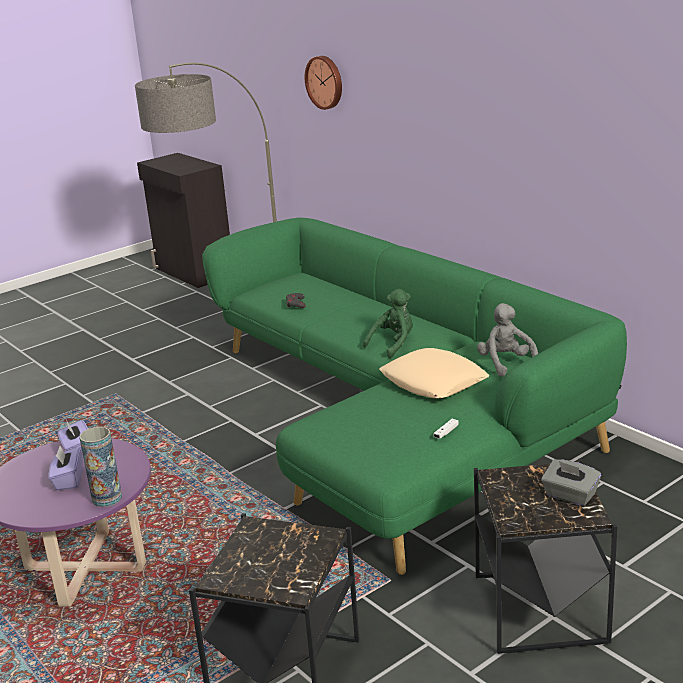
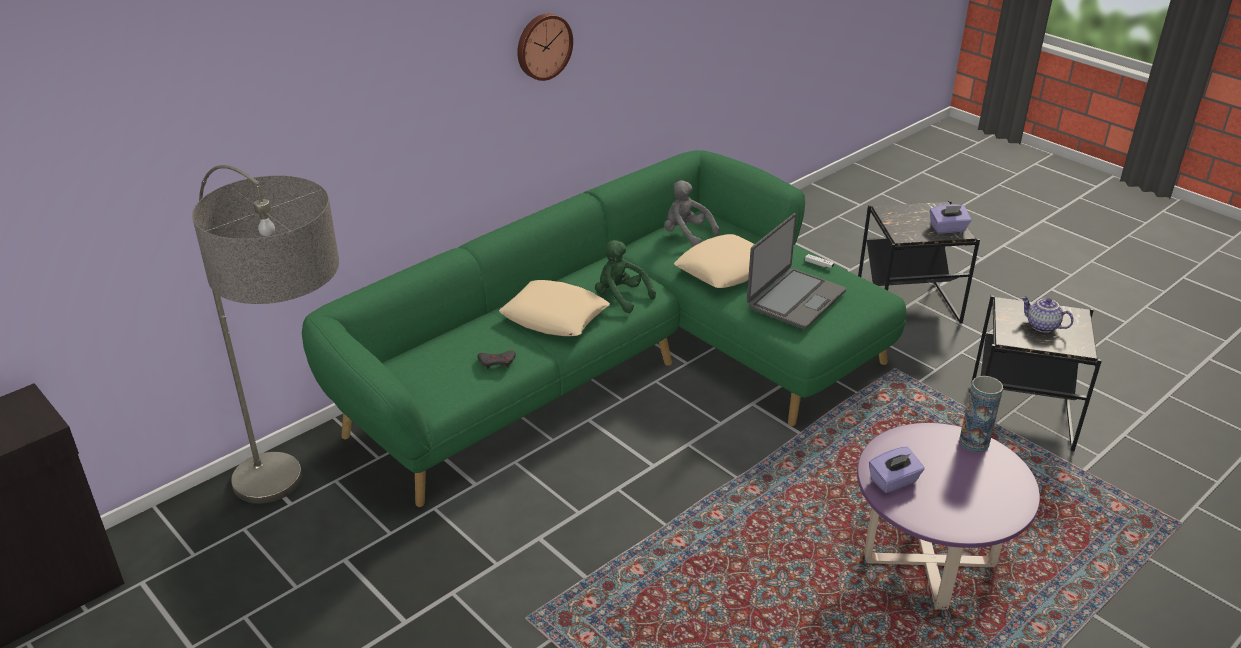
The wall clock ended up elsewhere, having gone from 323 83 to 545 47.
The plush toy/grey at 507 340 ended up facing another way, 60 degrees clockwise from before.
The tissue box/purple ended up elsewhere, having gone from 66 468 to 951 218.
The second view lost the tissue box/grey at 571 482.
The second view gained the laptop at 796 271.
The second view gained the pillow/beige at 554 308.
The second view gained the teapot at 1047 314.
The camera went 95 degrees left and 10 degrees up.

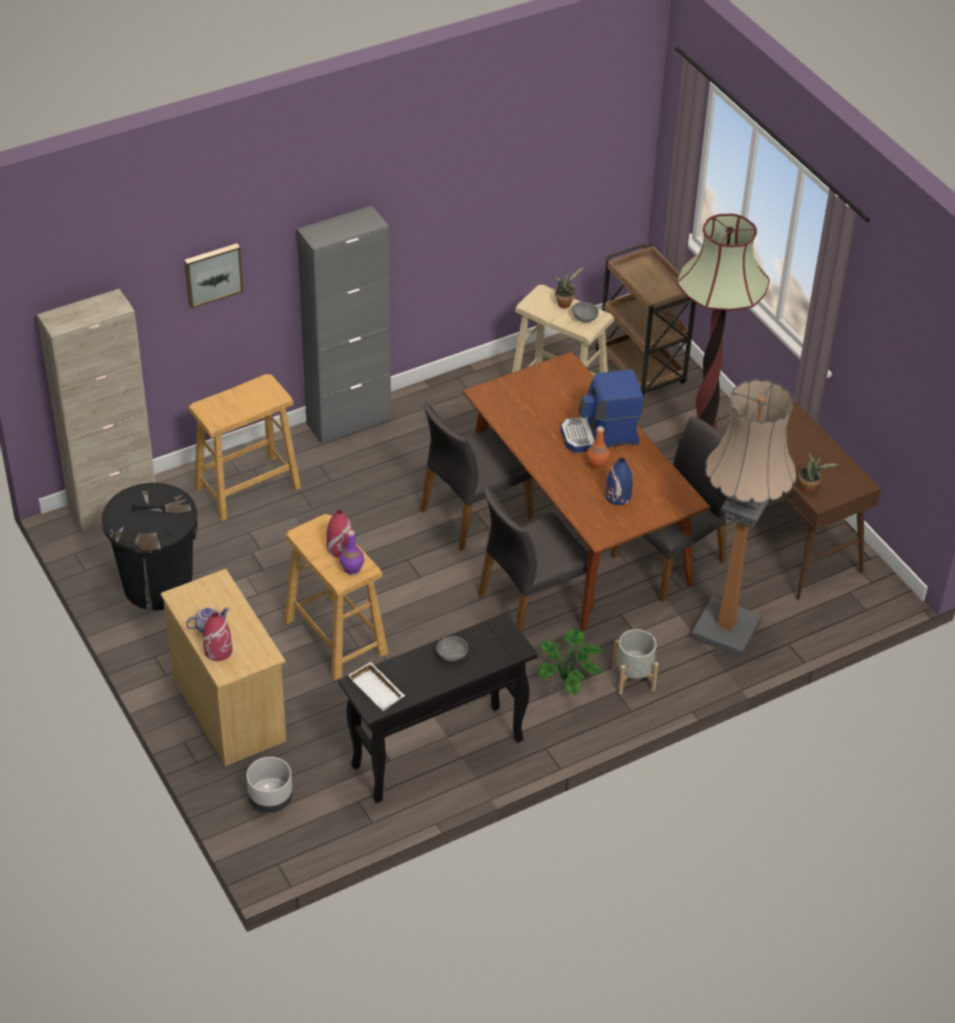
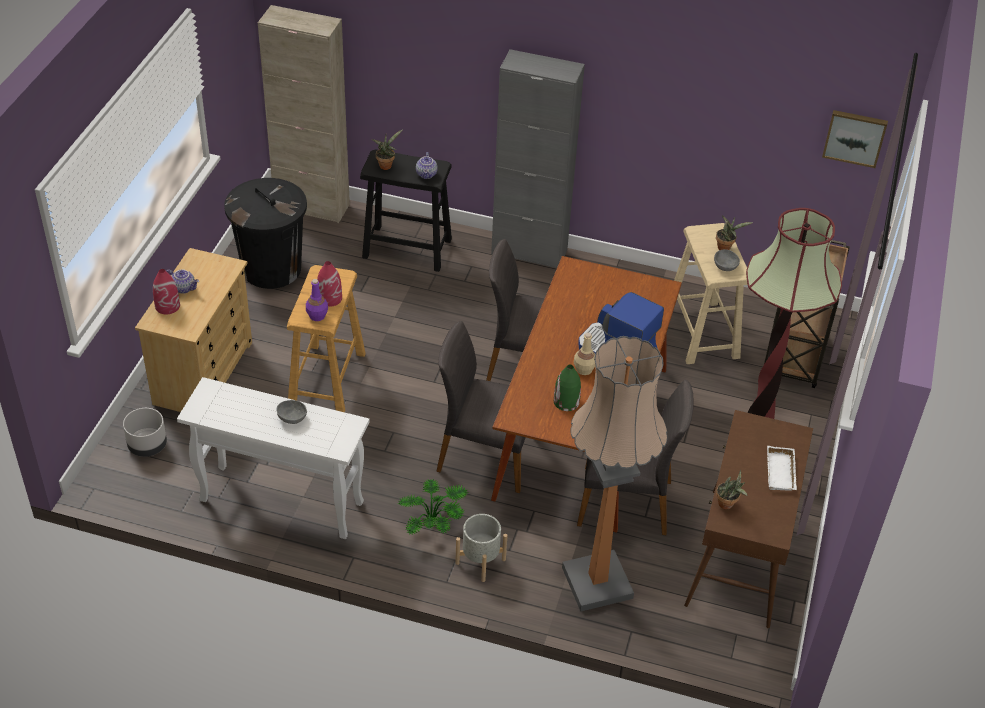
The picture ended up elsewhere, having gone from 213 276 to 855 139.
What was the stool/beige at 244 447 turned into the stool/black at 406 210.
What was the bottle/orange at 598 448 turned into the bottle/beige at 584 354.
What was the vase/blue at 619 481 turned into the vase/green at 567 388.
What was the console table/black at 438 708 turned into the console table/white at 273 458.
The tray/white ended up elsewhere, having gone from 376 687 to 782 468.
The second view gained the potted plant at 387 150.
The second view gained the teapot at 426 165.
The camera went 45 degrees right and 0 degrees up.

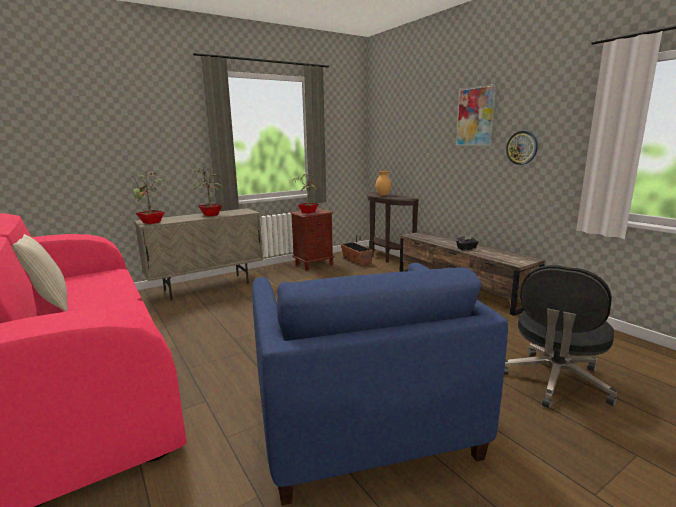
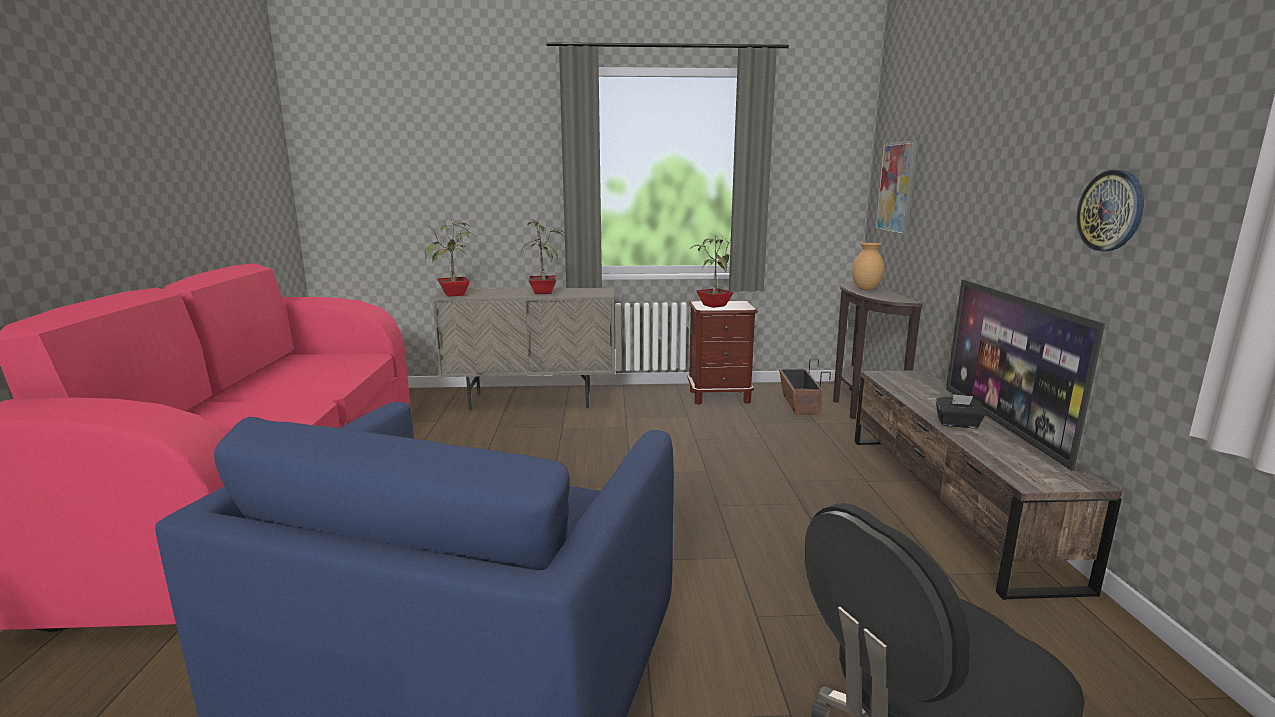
The picture ended up elsewhere, having gone from 477 115 to 896 188.
The second view lost the pillow/beige at 40 272.
The second view gained the television at 1025 375.
The camera went 30 degrees right and 0 degrees up.

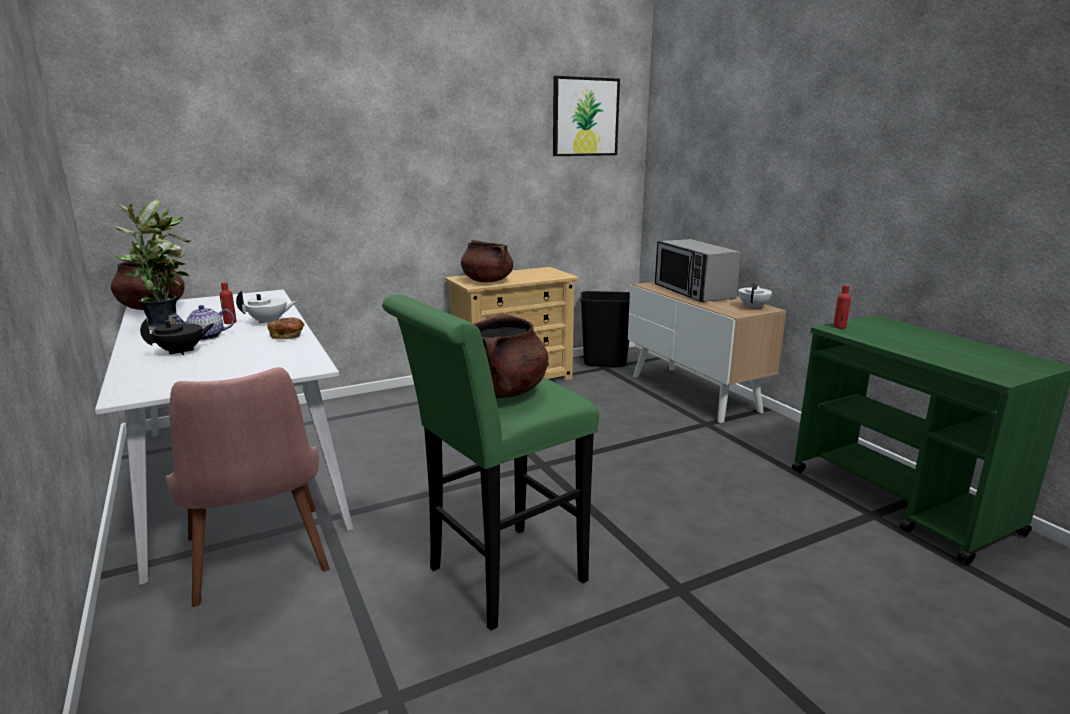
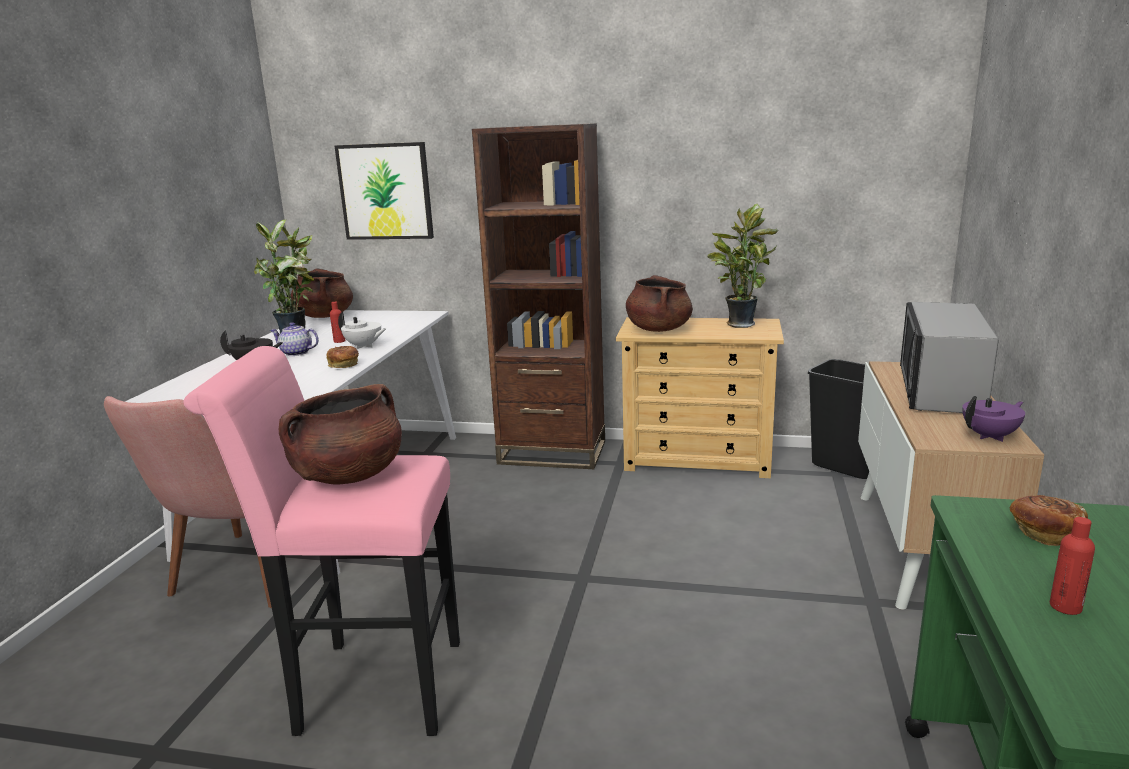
The picture ended up elsewhere, having gone from 586 116 to 384 191.
What was the teapot/white at 755 296 turned into the teapot/purple at 993 419.
The bottle/red ended up elsewhere, having gone from 842 307 to 1072 566.
What was the stool/green at 490 462 turned into the stool/pink at 321 541.
The second view gained the bookcase/brown at 538 296.
The second view gained the potted plant at 742 266.
The second view gained the bread at 1048 520.
The camera went 40 degrees right and 0 degrees up.

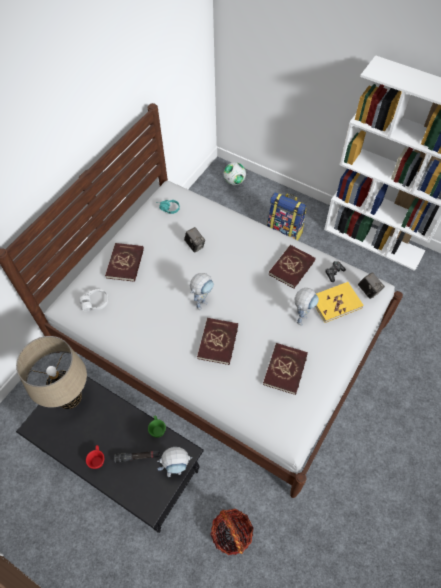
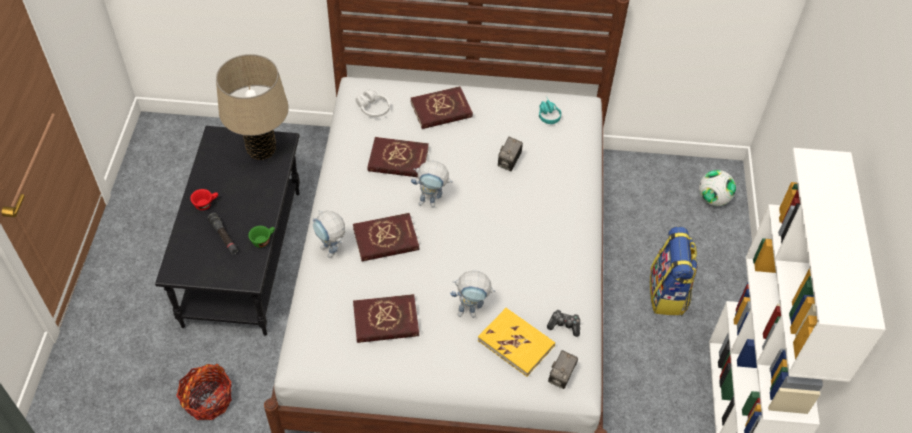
The book/red ended up elsewhere, having gone from 292 267 to 398 157.
The toy robot ended up elsewhere, having gone from 174 462 to 329 234.
The camera went 60 degrees right and 5 degrees down.

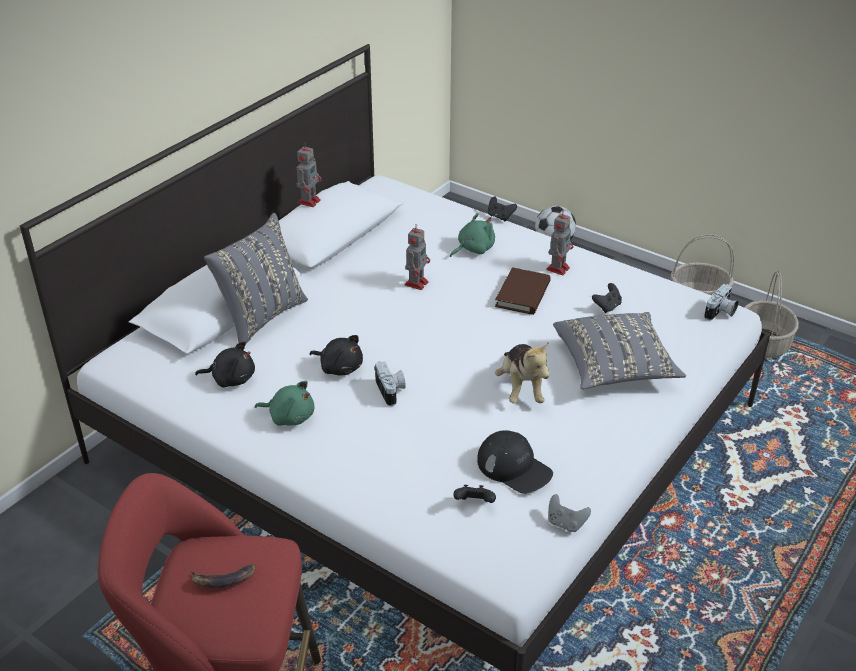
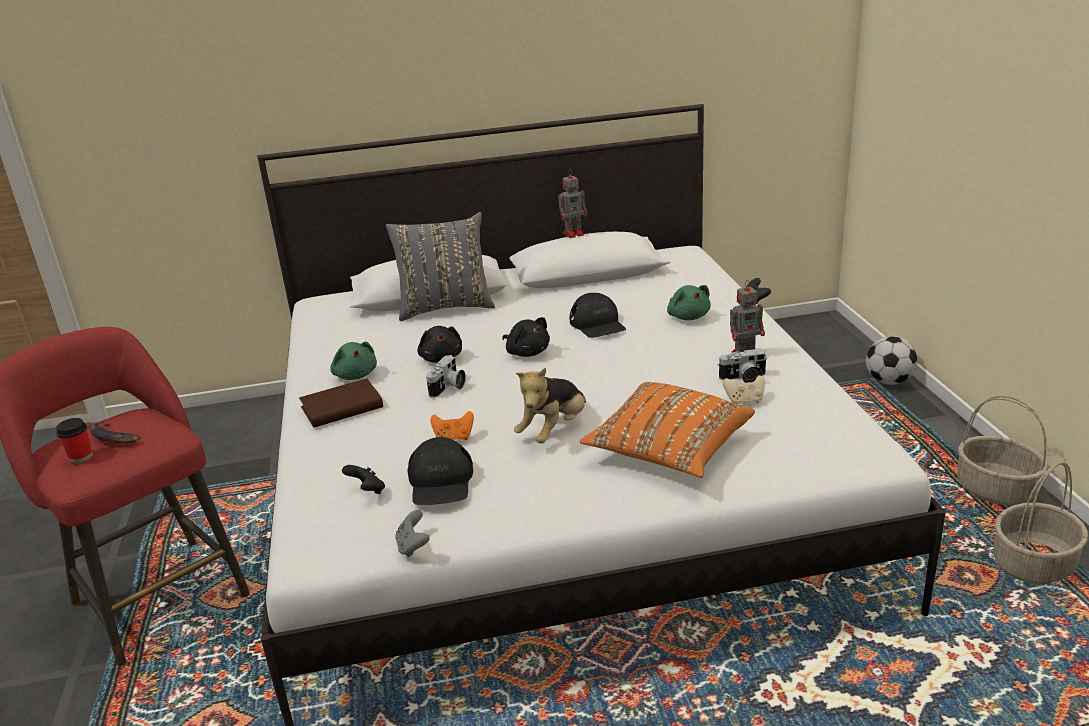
The plush toy/green at 472 235 ended up facing another way, 60 degrees clockwise from before.
Where the toy robot stood at 417 257, the cap/black came to stand at 598 315.
The book/brown ended up elsewhere, having gone from 523 291 to 341 403.
What was the game controller/black at 607 298 turned into the game controller/beige at 744 389.
The photo camera ended up elsewhere, having gone from 721 302 to 742 365.
What was the pillow/grey at 619 350 turned into the pillow/orange at 667 430.
The plush toy/black ended up elsewhere, having gone from 225 365 to 526 337.
The second view gained the game controller/orange at 452 425.
The second view gained the cup at 74 440.
The camera went 45 degrees right and 10 degrees down.

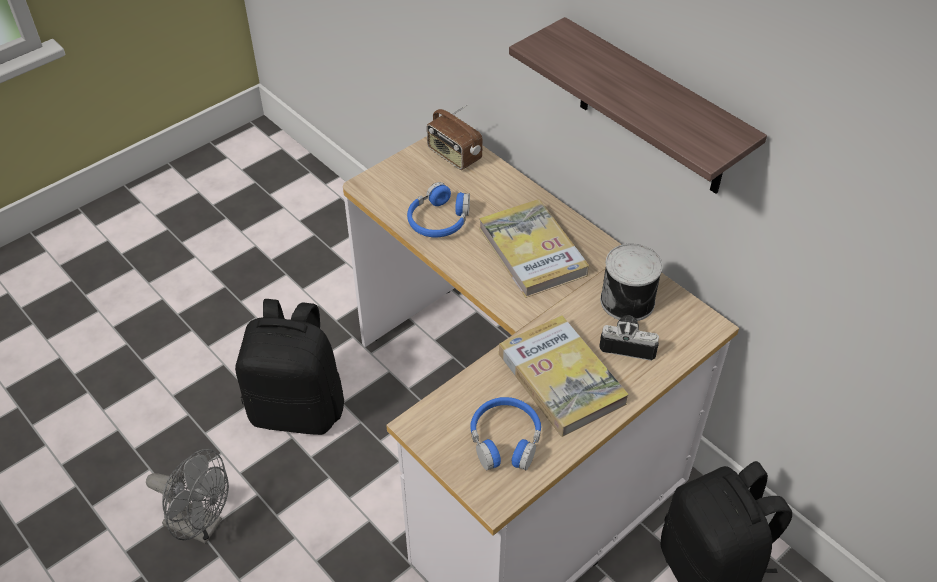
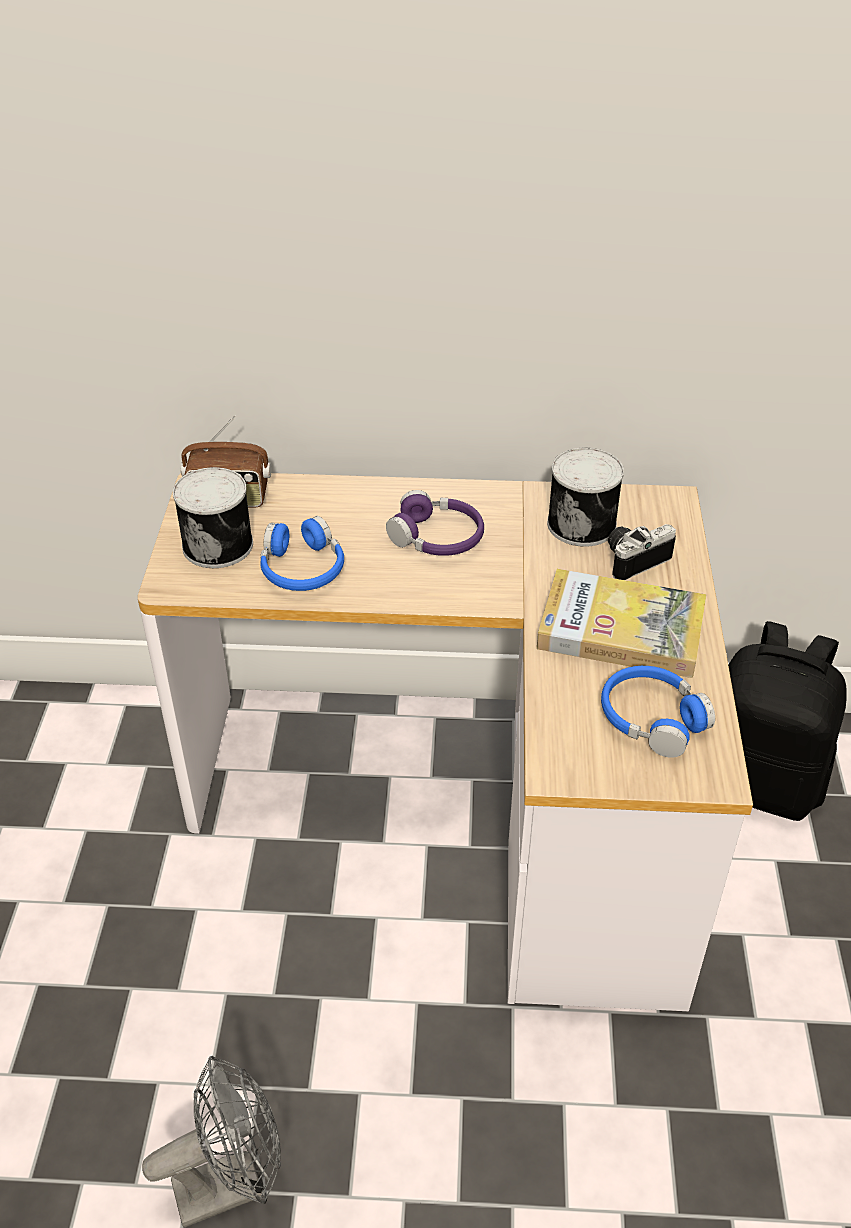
The second view lost the shelf at 638 105.
Where the book stood at 534 248, the headphones/purple came to stand at 435 523.
The second view lost the backpack/black at 289 367.
The second view gained the can at 213 517.
The camera went 45 degrees left and 5 degrees down.

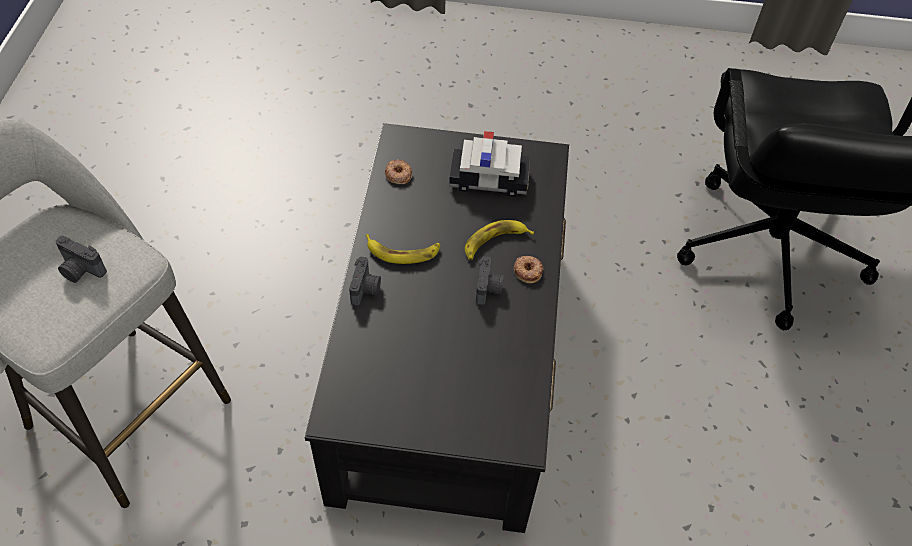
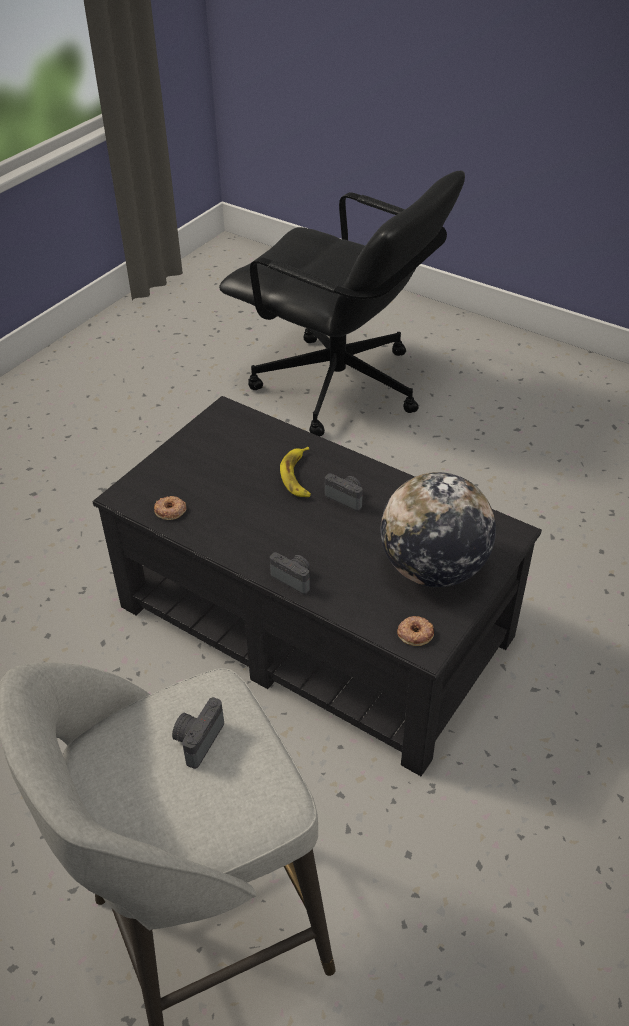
The second view lost the toy car at 489 164.
The second view lost the banana at 403 249.
The photo camera at 81 259 ended up facing another way, 150 degrees clockwise from before.
The donut ended up elsewhere, having gone from 529 270 to 415 631.
The second view gained the globe at 438 529.
The camera went 60 degrees left and 10 degrees down.

